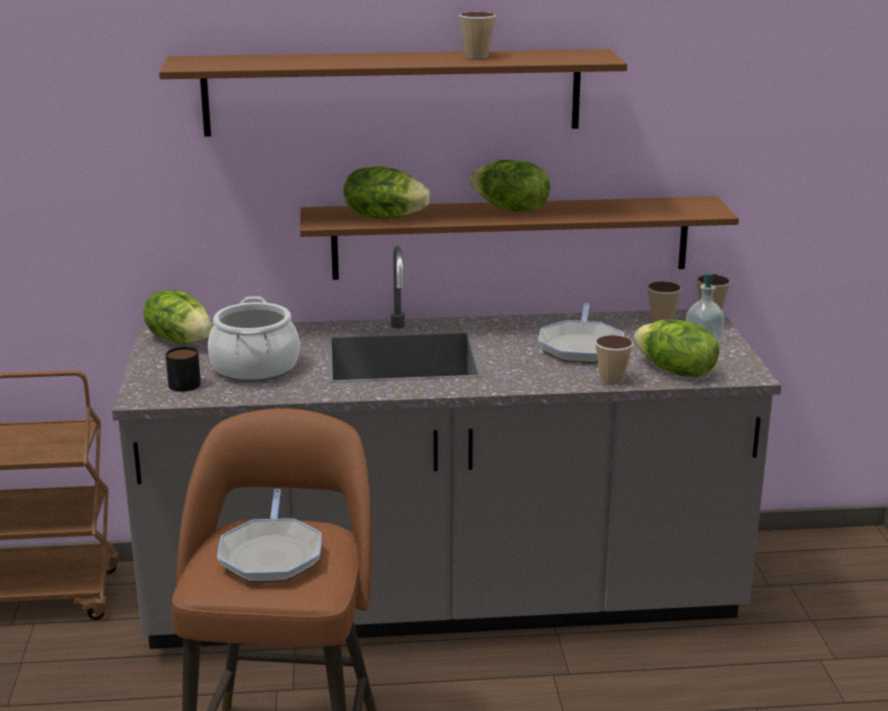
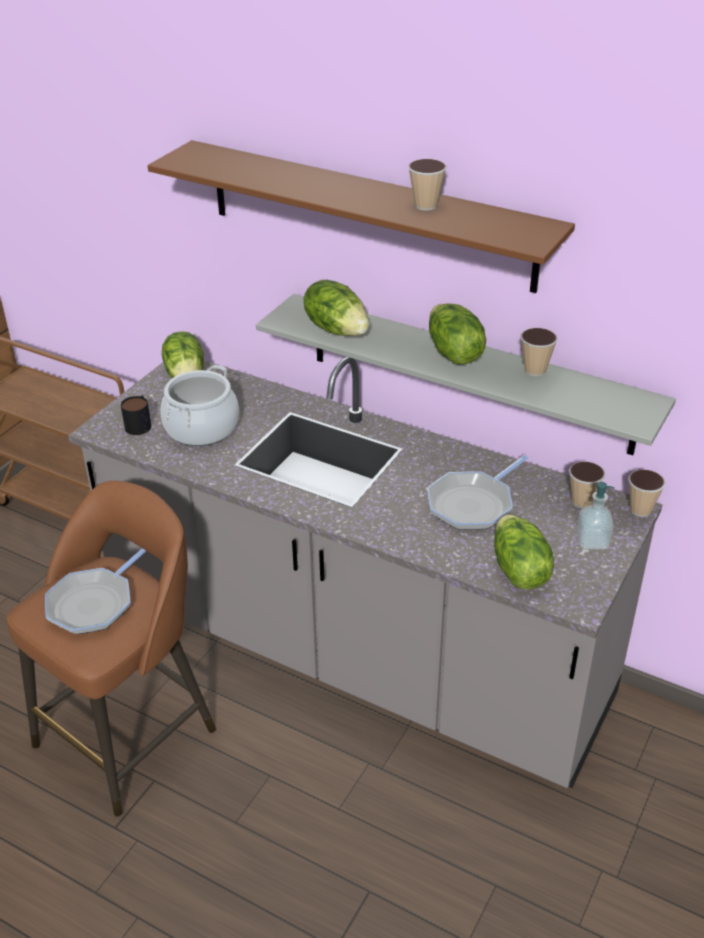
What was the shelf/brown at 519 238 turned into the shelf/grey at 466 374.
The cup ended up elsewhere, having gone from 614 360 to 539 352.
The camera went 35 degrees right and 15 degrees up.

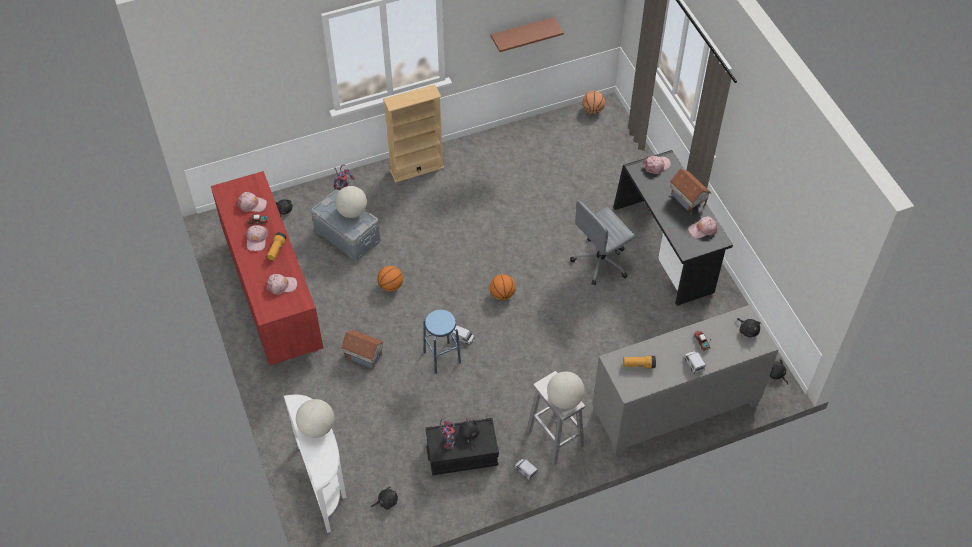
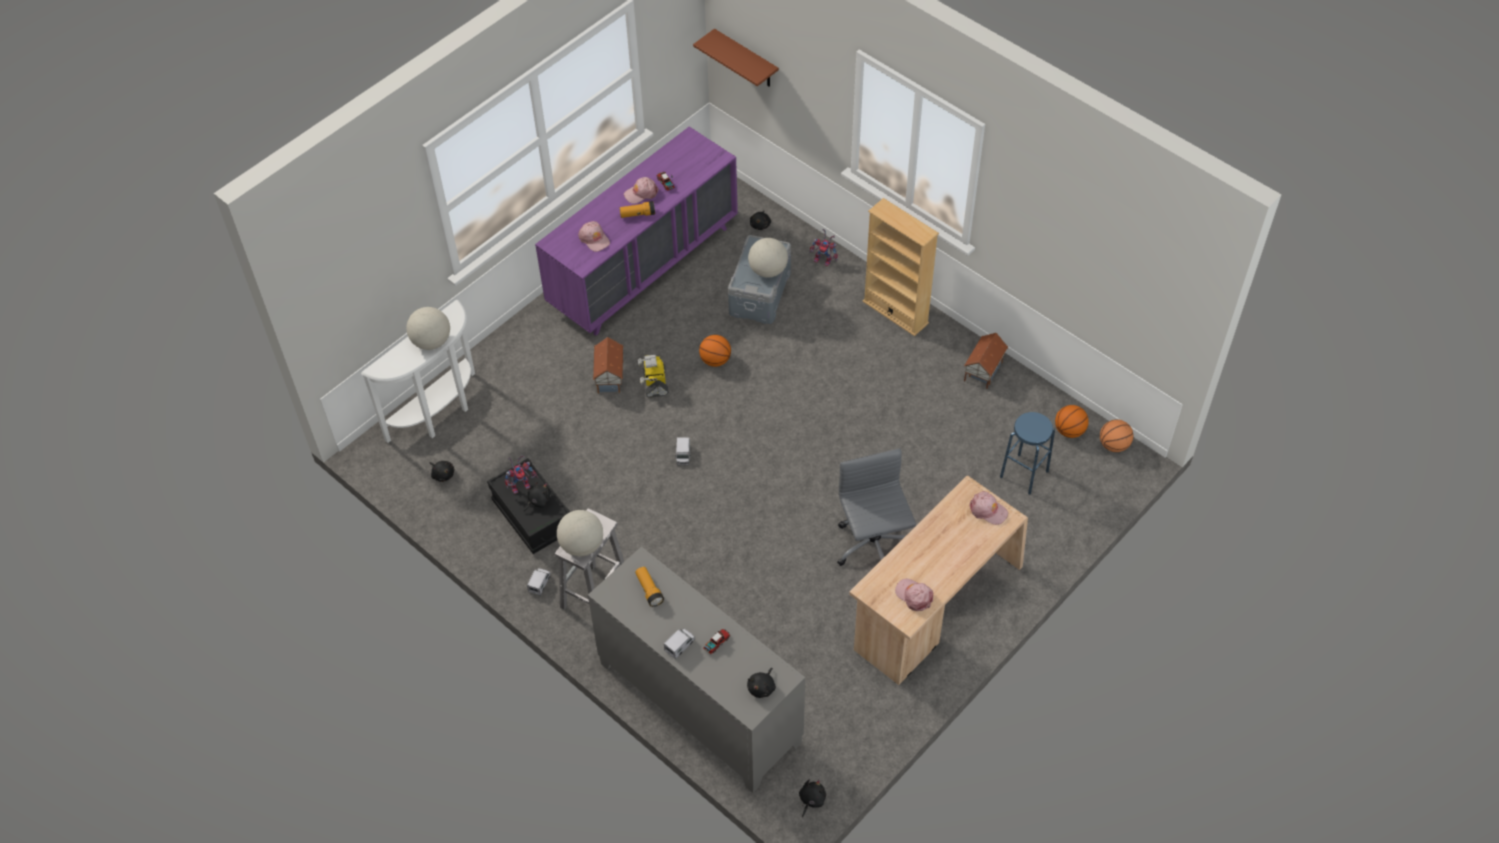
The shelf/brown ended up elsewhere, having gone from 527 34 to 736 58.
What was the desk/black at 673 228 turned into the desk/beige at 938 580.
The toy house ended up elsewhere, having gone from 690 192 to 986 361.
What was the dresser/red at 267 268 turned into the dresser/purple at 636 231.
The second view lost the cap/pink at 252 202.
The office chair/grey at 603 243 ended up facing another way, 45 degrees clockwise from before.
The basketball ended up elsewhere, having gone from 503 287 to 1072 421.
The stool/blue ended up elsewhere, having gone from 442 342 to 1027 453.
The second view gained the toy robot at 653 376.
The camera went 65 degrees right and 0 degrees up.

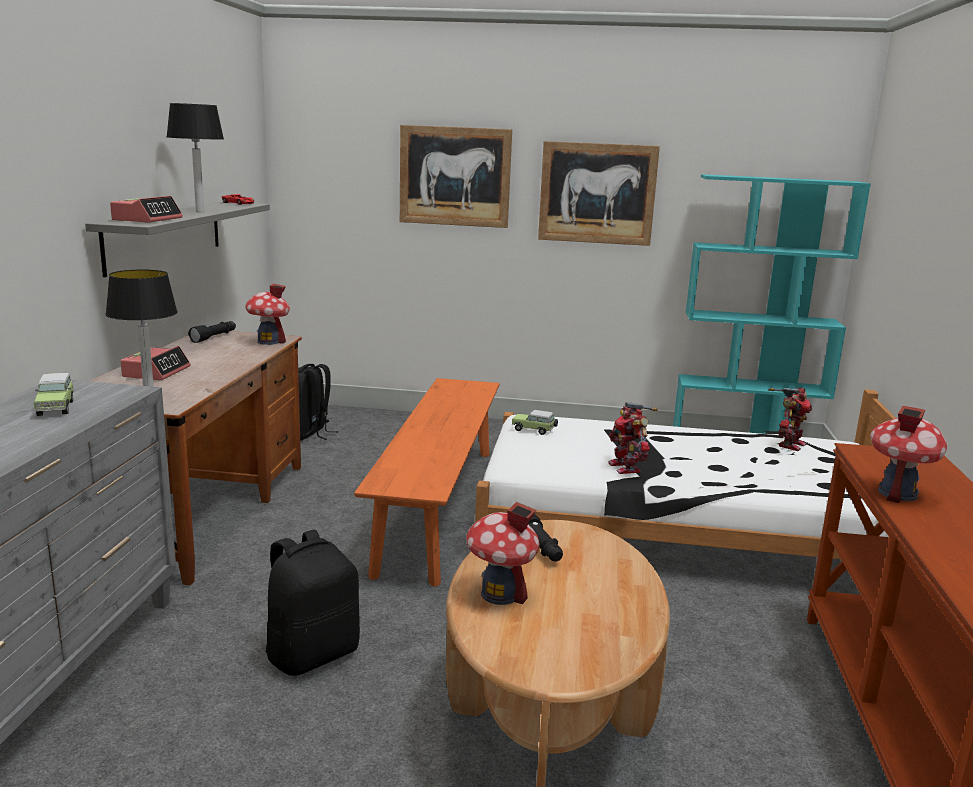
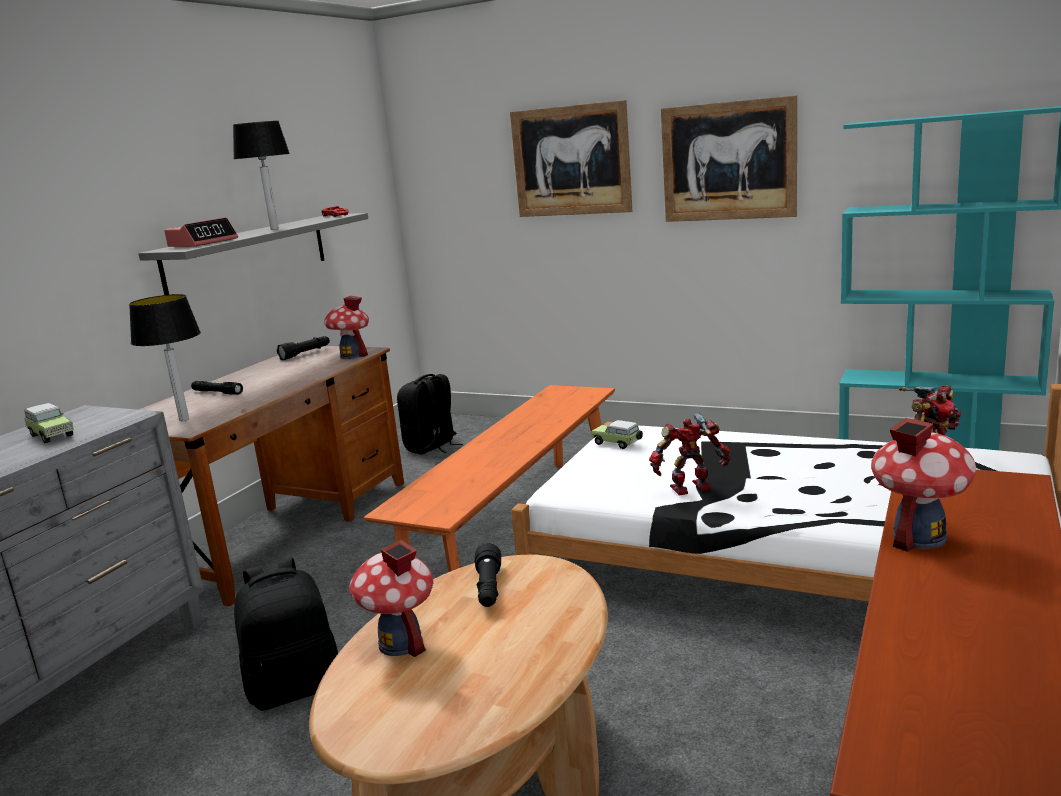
Where the alarm clock stood at 156 363, the flashlight/black came to stand at 217 388.
The toy car at 54 394 ended up facing another way, 45 degrees counterclockwise from before.
The toy robot at 633 438 ended up facing another way, 75 degrees clockwise from before.
The camera went 20 degrees right and 0 degrees up.

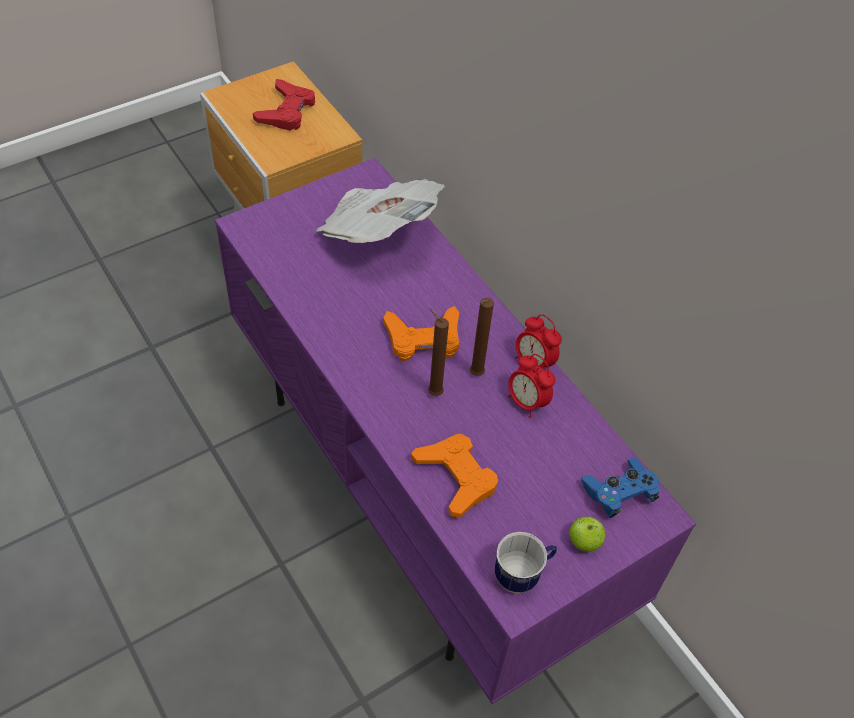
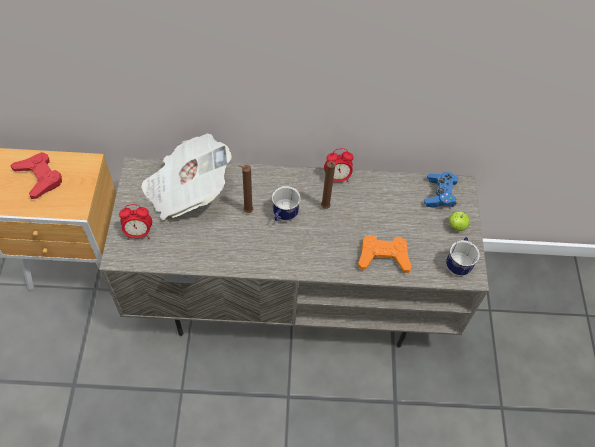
What was the tv stand/purple at 455 431 turned into the tv stand/grey at 294 252.
Where the game controller/orange stood at 421 333, the mug came to stand at 286 203.
The candle/brown ended up elsewhere, having gone from 438 352 to 245 189.
The alarm clock ended up elsewhere, having gone from 531 386 to 135 222.
The camera went 55 degrees left and 5 degrees up.

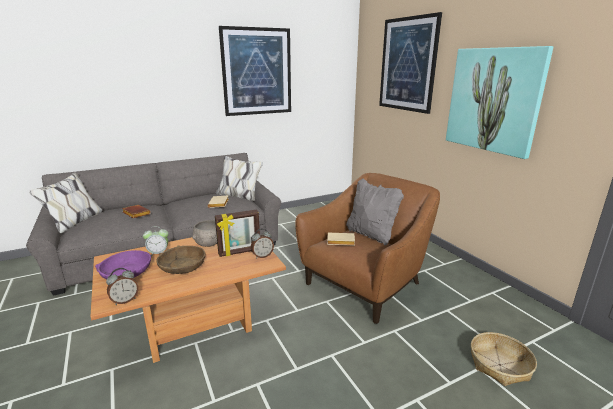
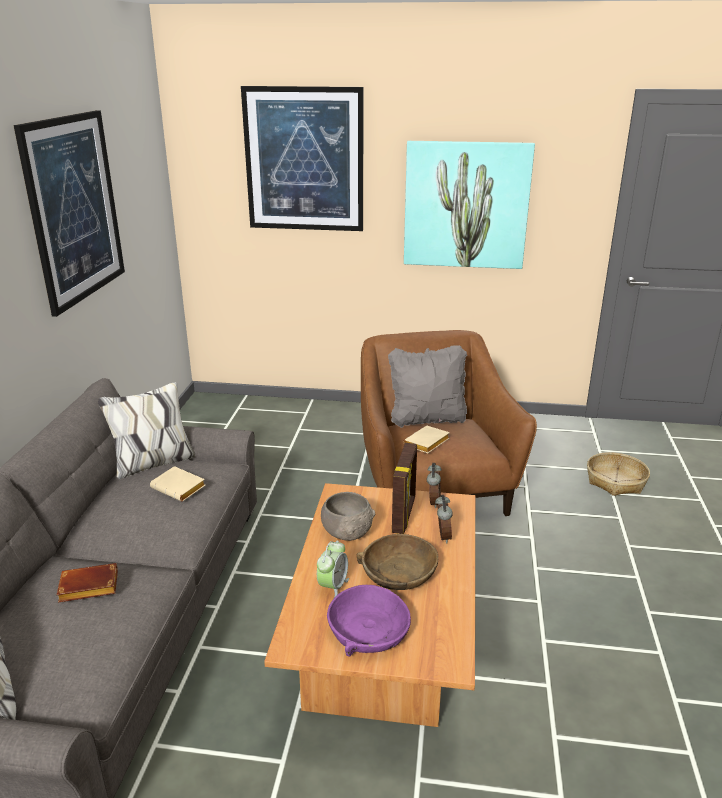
The alarm clock ended up elsewhere, having gone from 122 286 to 444 519.
The camera went 55 degrees left and 5 degrees up.

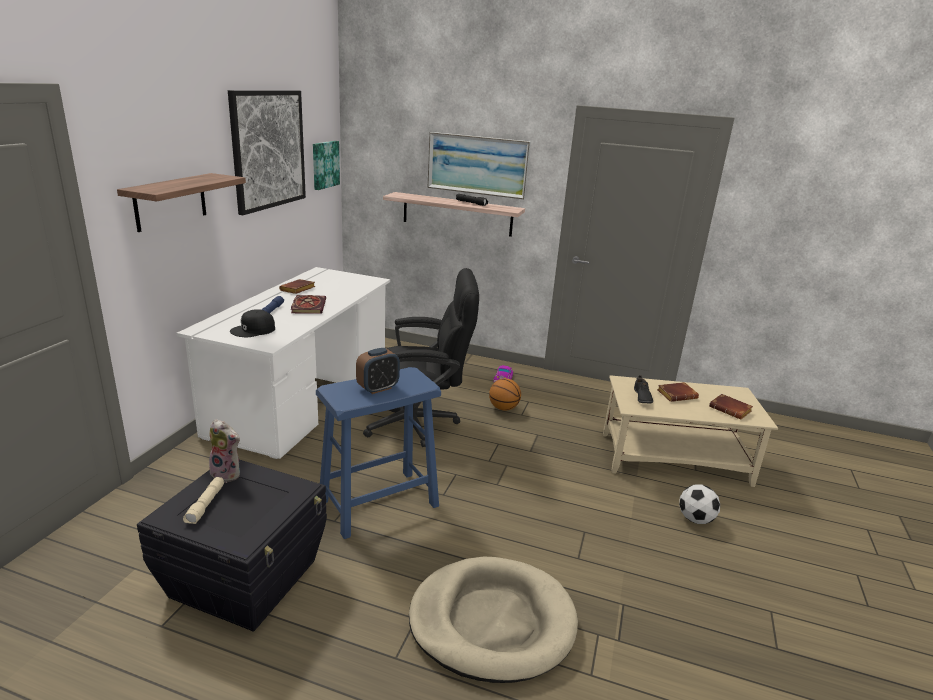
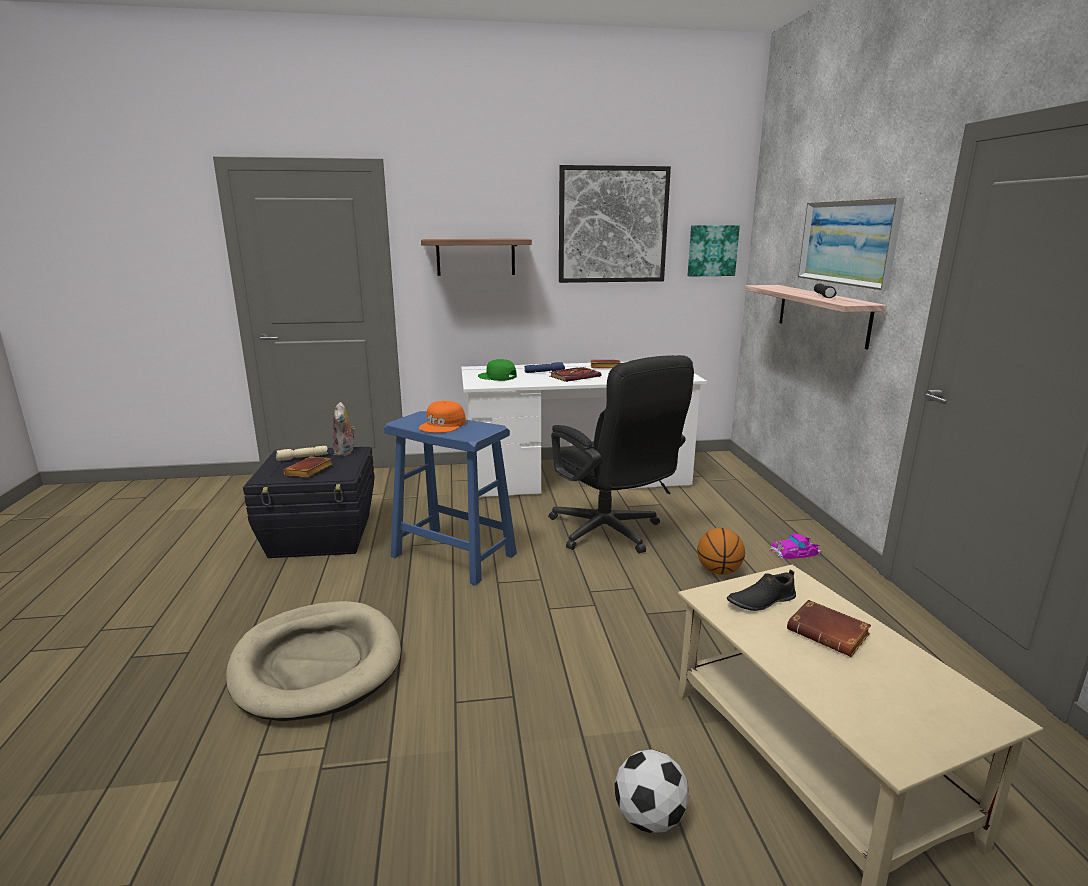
What was the cap/black at 252 323 turned into the cap/green at 497 370.
Where the alarm clock stood at 378 371, the cap/orange came to stand at 442 417.
The book/brown ended up elsewhere, having gone from 731 407 to 308 467.
The camera went 65 degrees right and 5 degrees down.

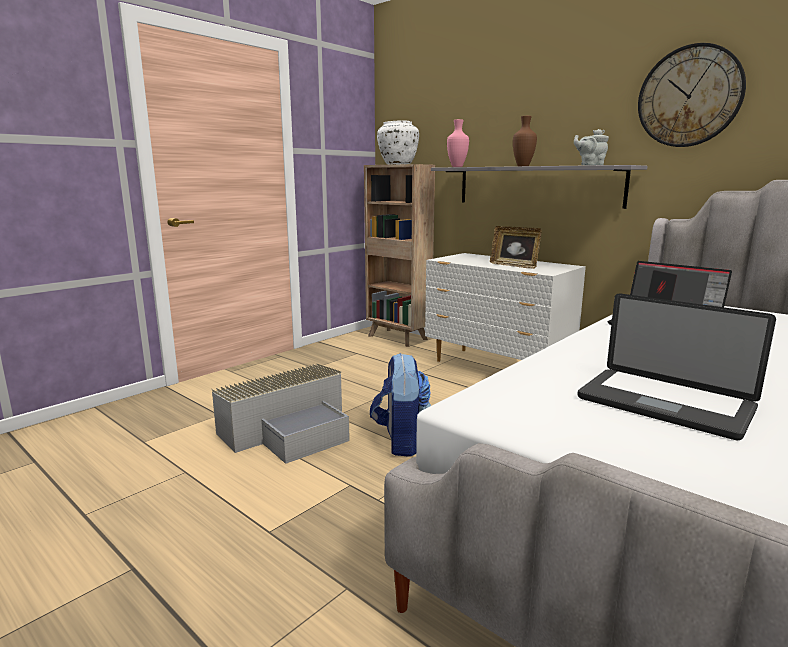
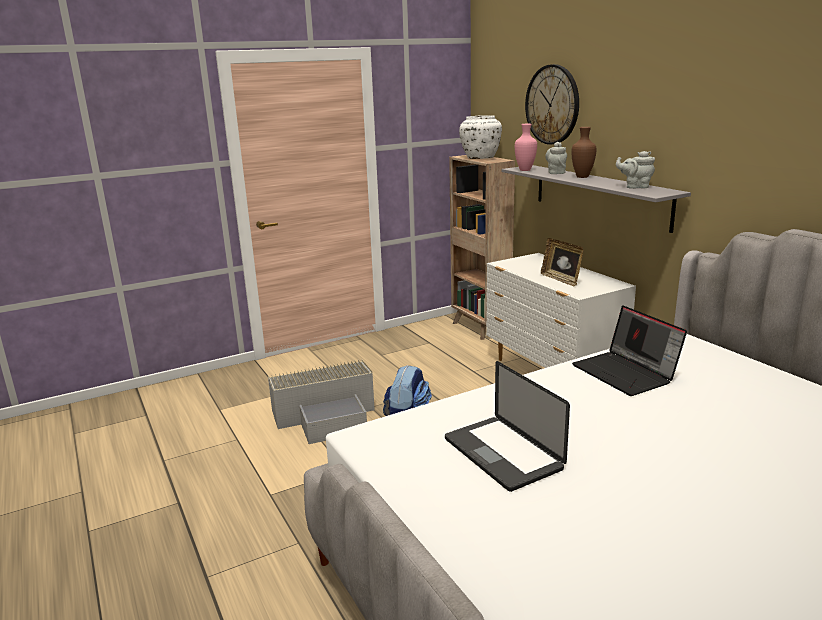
The wall clock ended up elsewhere, having gone from 692 95 to 552 104.
The second view gained the teapot/grey at 556 158.
The camera went 20 degrees right and 5 degrees up.

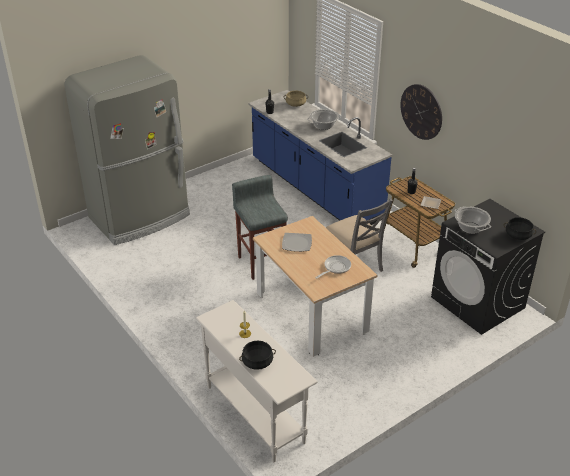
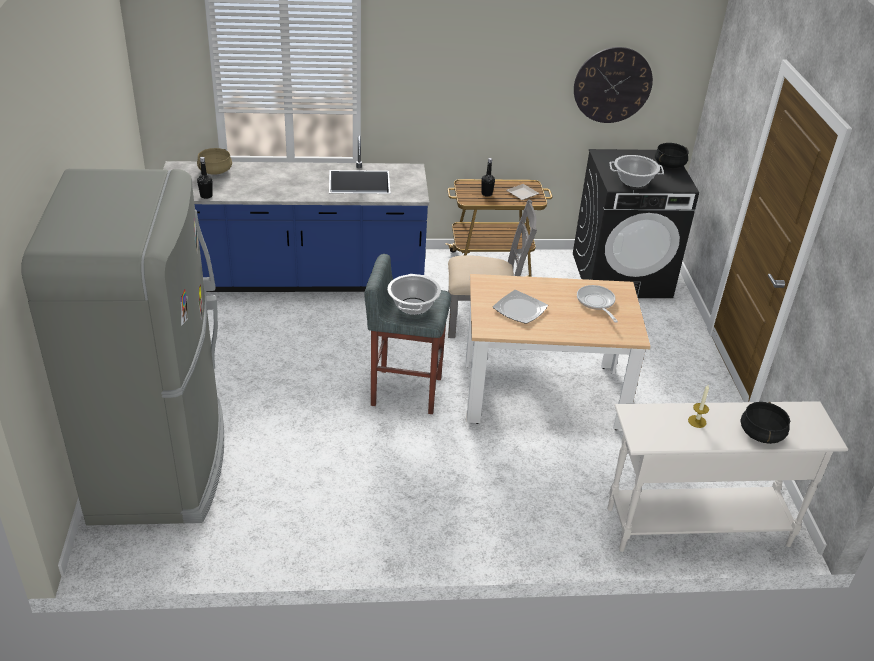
The wall clock ended up elsewhere, having gone from 421 112 to 613 85.
The cooking pot ended up elsewhere, having gone from 324 119 to 414 294.
The camera went 60 degrees left and 0 degrees up.

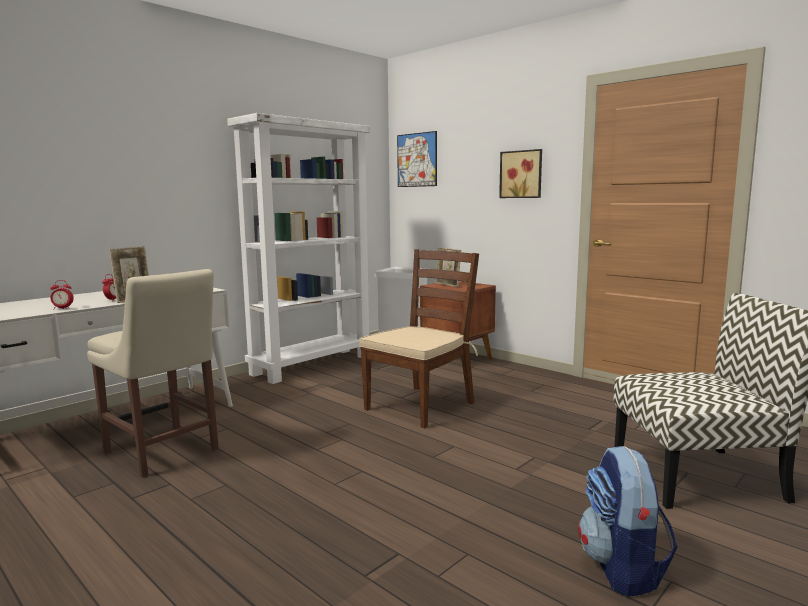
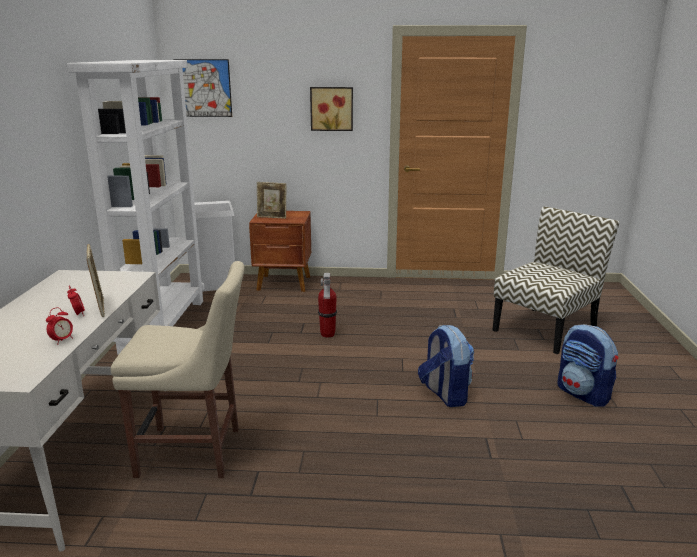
Where the chair/brown stood at 419 338, the fire extinguisher came to stand at 327 305.
The second view gained the backpack at 446 366.
The camera went 40 degrees left and 10 degrees up.

